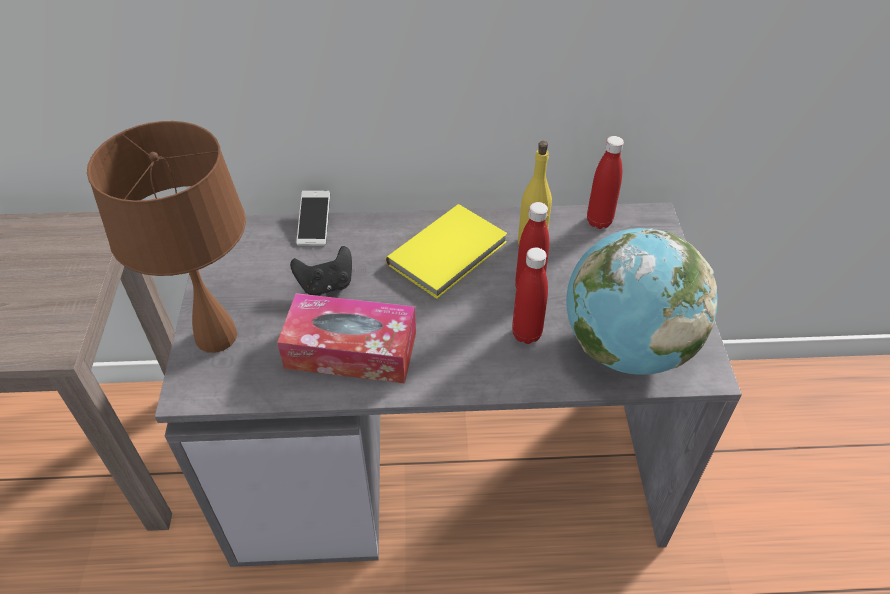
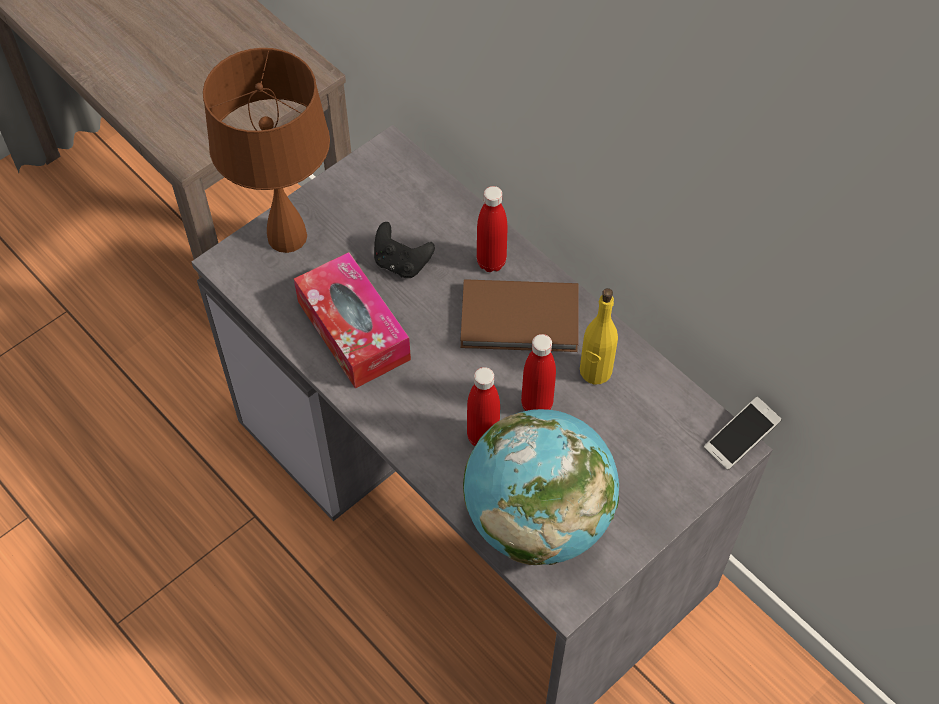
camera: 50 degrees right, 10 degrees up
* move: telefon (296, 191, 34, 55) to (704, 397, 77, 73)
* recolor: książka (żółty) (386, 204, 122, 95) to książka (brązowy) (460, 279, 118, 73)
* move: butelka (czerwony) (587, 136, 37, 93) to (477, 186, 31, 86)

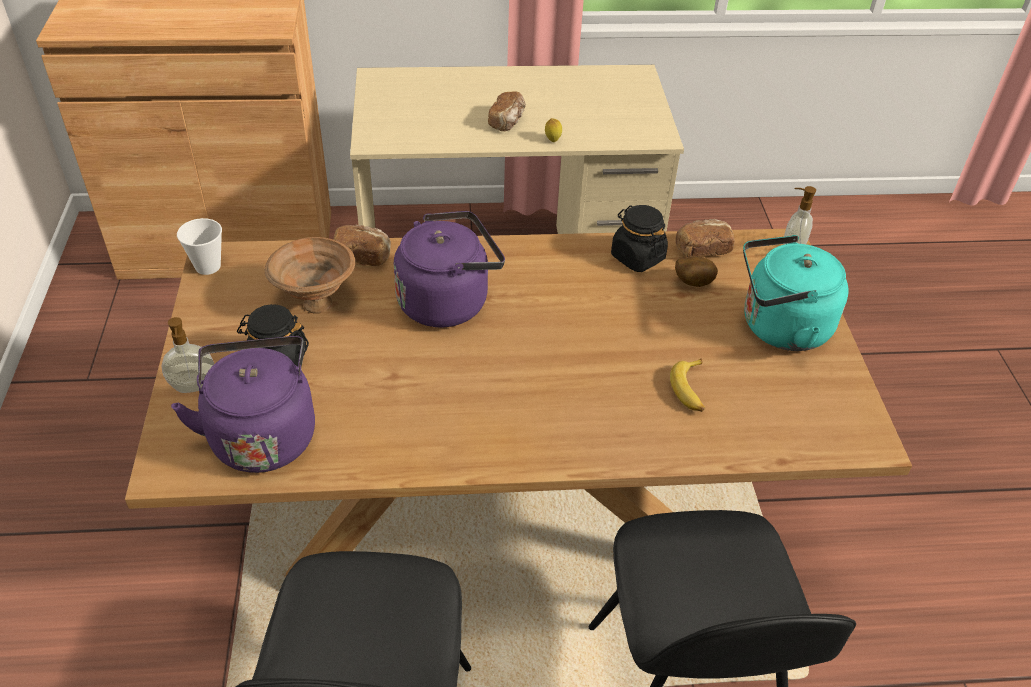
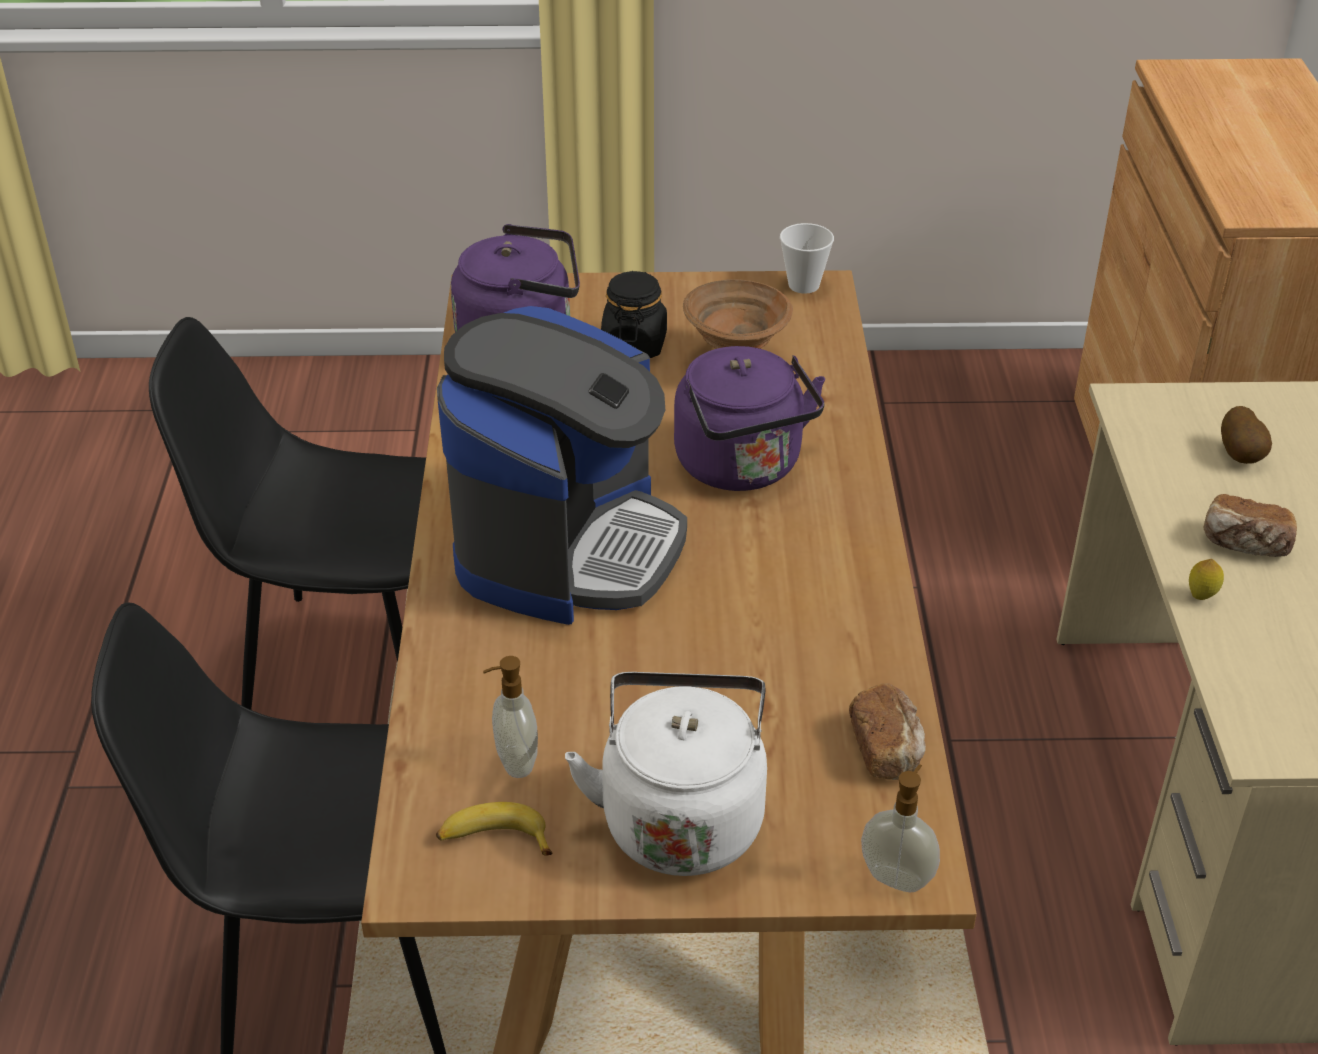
camera: 95 degrees right, 5 degrees down
* move: dozownik mydła (162, 317, 52, 76) to (483, 656, 55, 122)
* delete: chleb (333, 225, 58, 41)
* delete: słoik (czarny) (611, 205, 57, 67)
* move: banan (670, 359, 35, 53) to (436, 802, 116, 54)
* move: ziemniak (675, 256, 43, 31) to (1221, 406, 51, 58)
* recolor: czajnik (turkusowy) (743, 235, 106, 116) to czajnik (biały) (565, 672, 202, 204)
* insert: ekspres do kawy (437, 306, 250, 319)

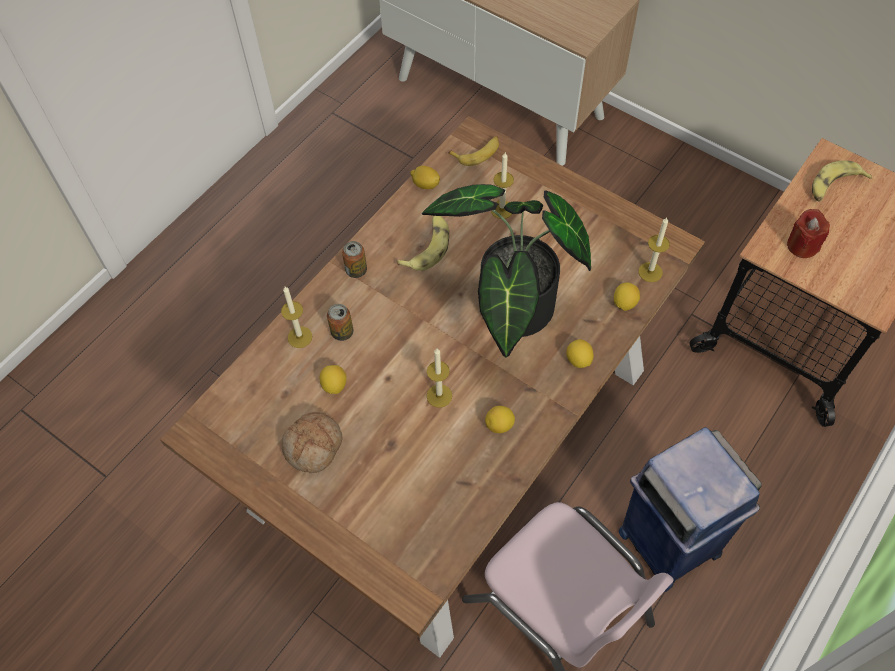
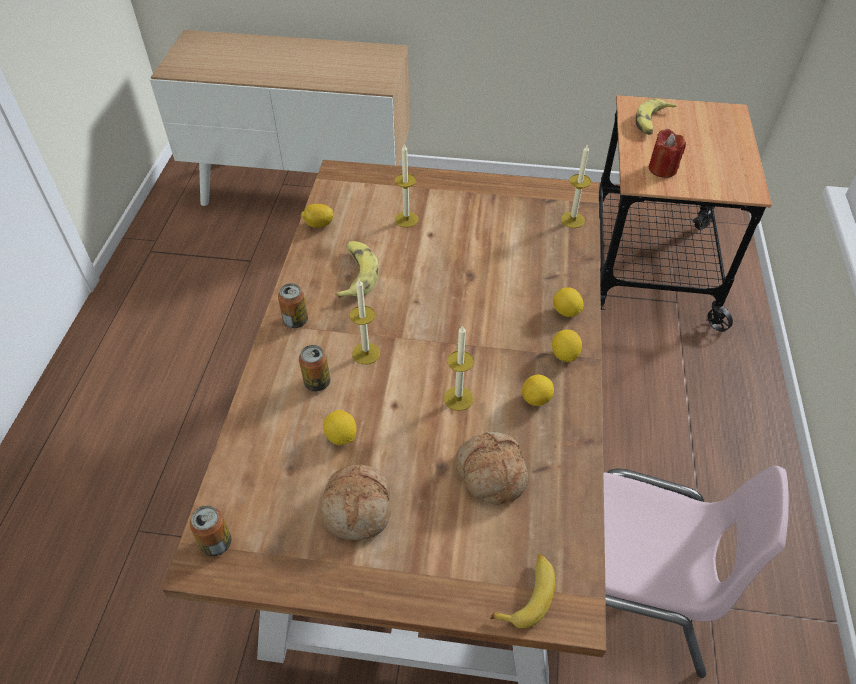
camera: 30 degrees left, 10 degrees down
* move: świeca (281, 287, 31, 61) to (350, 279, 30, 86)
* delete: roślina doniczkowa (422, 184, 169, 174)
* move: banan (448, 136, 51, 30) to (490, 554, 65, 74)
* move: cytryna (614, 282, 26, 29) to (552, 330, 30, 32)
* delete: kosz na śmieci (niebieski) (619, 427, 143, 165)
* insert: puszka (190, 505, 42, 51)
* insert: chleb (455, 432, 73, 73)

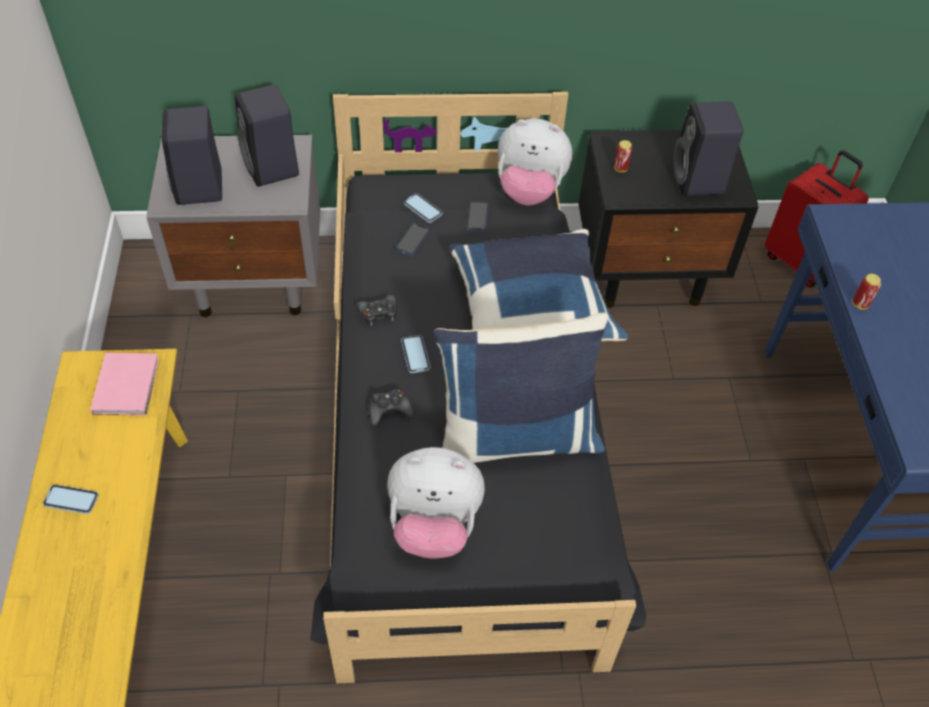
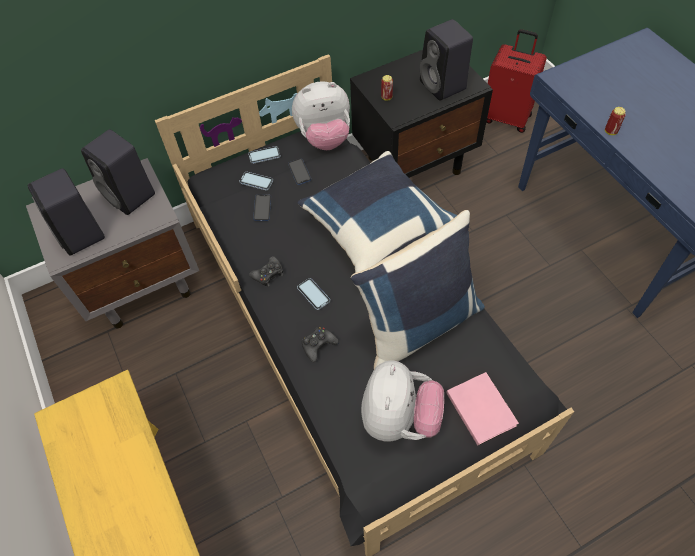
camera: 20 degrees left, 5 degrees up
* move: telefon (43, 484, 56, 30) to (248, 146, 33, 18)
* move: książka (różowy) (90, 353, 69, 62) to (446, 372, 73, 74)
* rotate: pluszak (387, 447, 98, 112) = (361, 360, 83, 82) 60 degrees counterclockwise

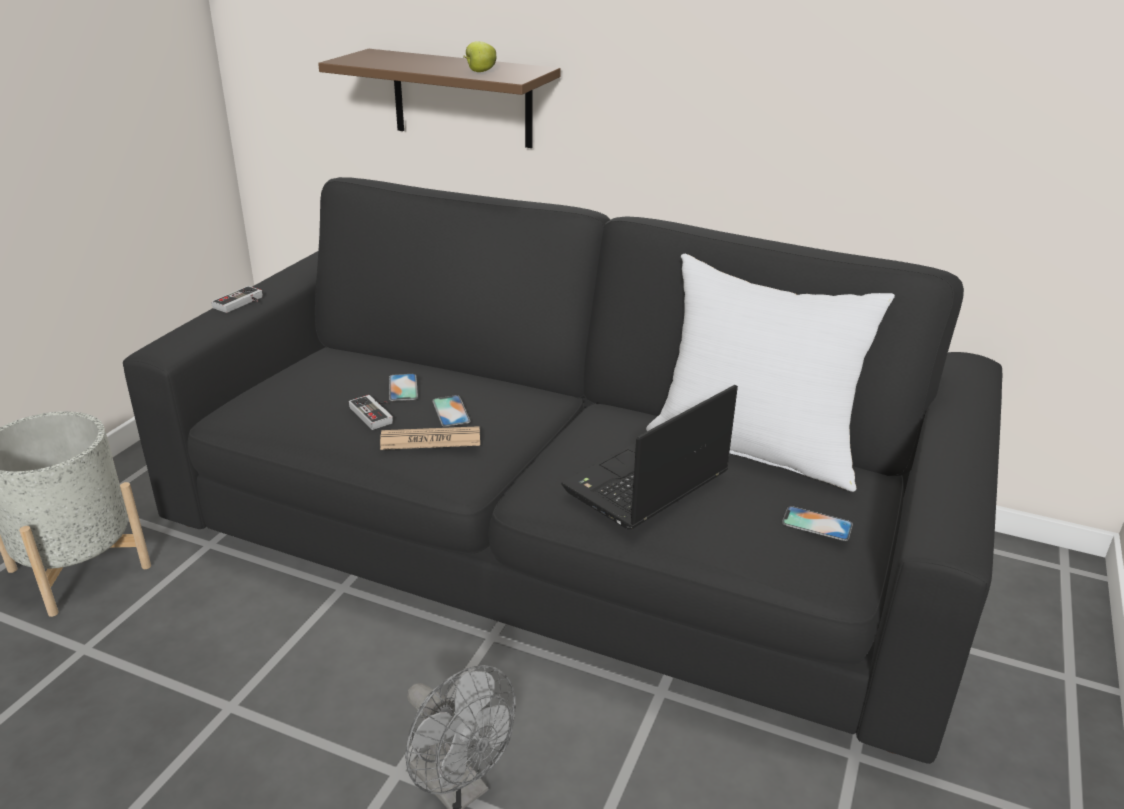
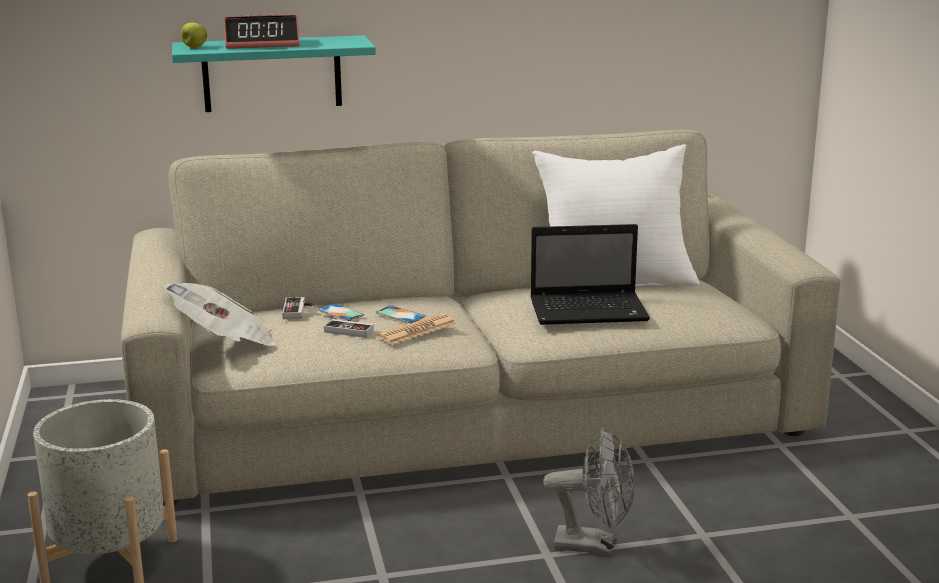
camera: 35 degrees left, 10 degrees down
* recolor: kanapa (czarny) (123, 177, 880, 587) to kanapa (beżowy) (121, 130, 720, 376)
* move: pad do gier (211, 286, 52, 27) to (282, 297, 31, 22)
* recolor: półka (brązowy) (318, 49, 243, 99) to półka (turkusowy) (172, 35, 204, 77)
* move: jabłko (463, 41, 33, 31) to (181, 23, 26, 25)
* rotate: laptop (561, 385, 177, 145) = (530, 224, 120, 101) 105 degrees counterclockwise
* delete: telefon (782, 506, 71, 35)
* insert: gazeta (163, 283, 113, 63)
* insert: budzik (224, 14, 76, 35)

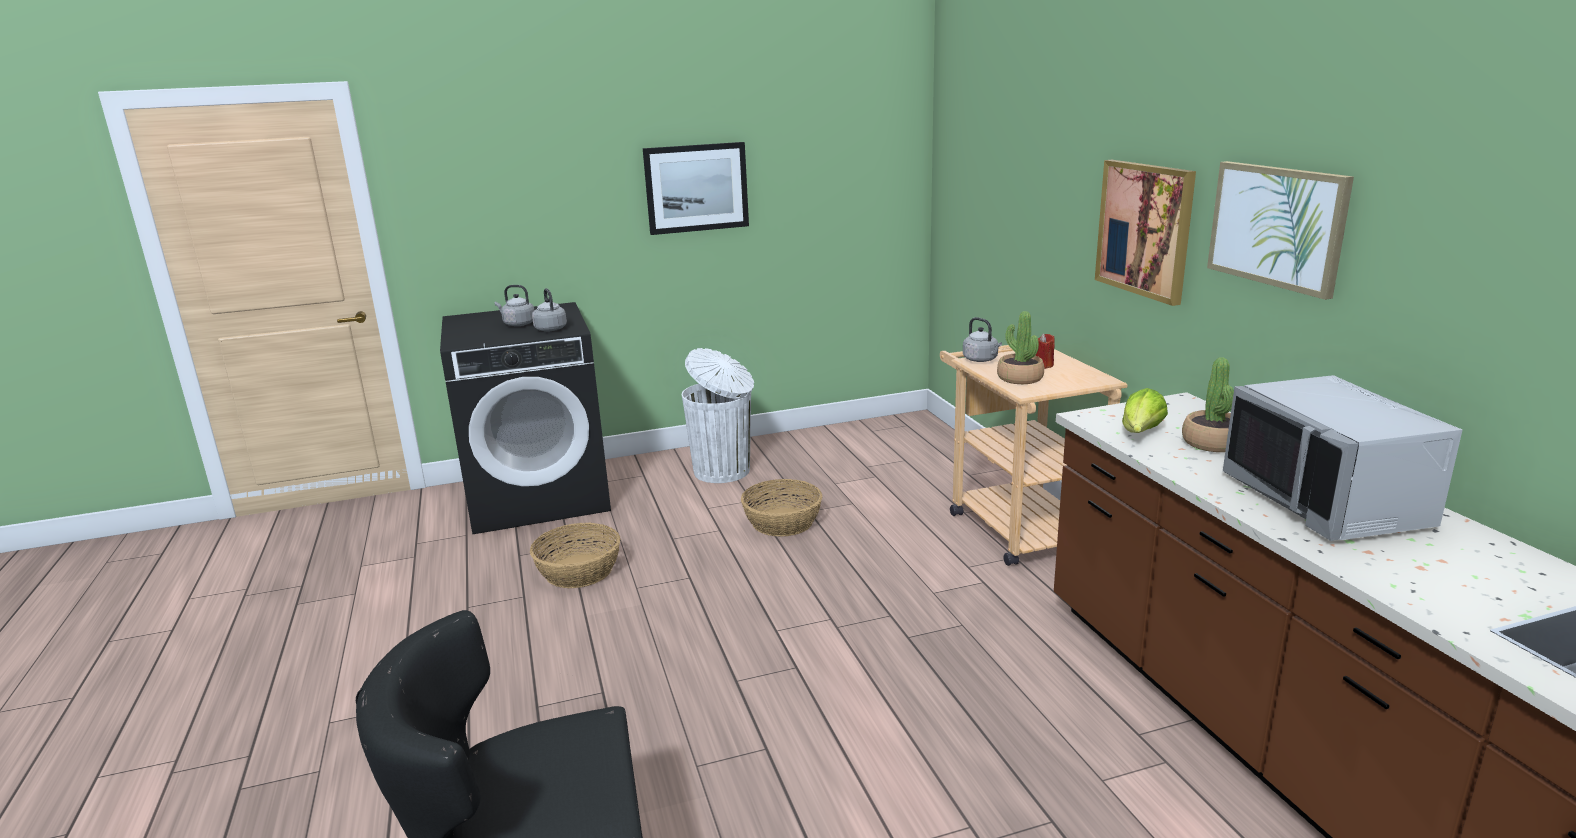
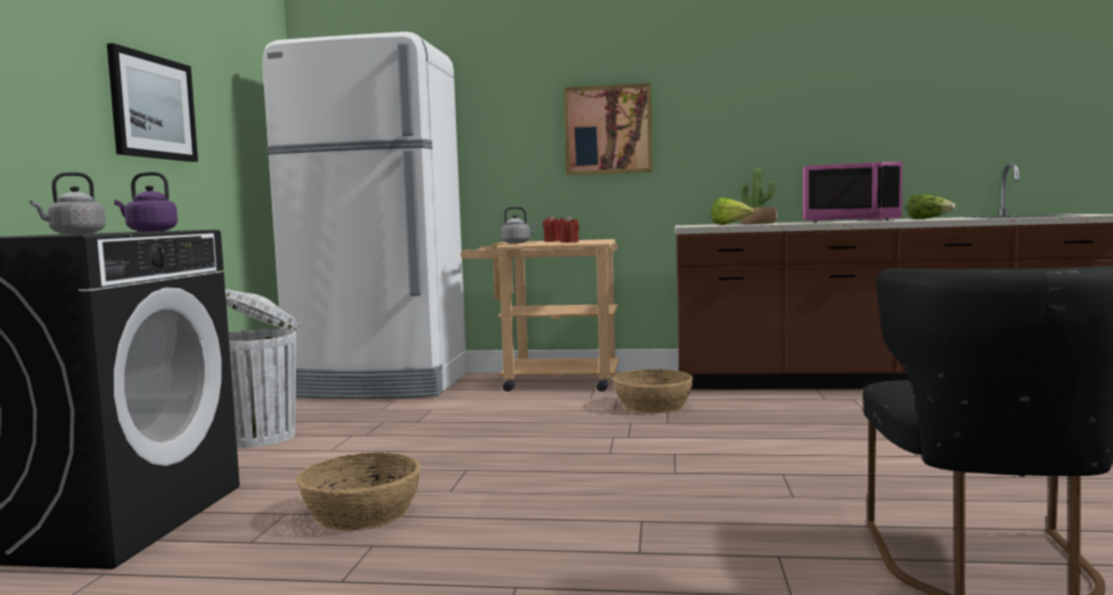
camera: 65 degrees left, 15 degrees down
* recolor: czajnik (szary) (532, 288, 35, 43) to czajnik (fioletowy) (114, 172, 64, 60)
* move: koszyk (741, 479, 81, 58) to (613, 369, 80, 44)
* replace: roślina doniczkowa (997, 311, 47, 73) to świeca (czerwony) (560, 215, 19, 28)
* delete: obraz (1207, 161, 147, 139)
* recolor: mikrofalówka (szary) (1223, 375, 239, 166) to mikrofalówka (różowy) (803, 162, 100, 60)
* insert: lodówka (biały) (262, 32, 205, 367)
* insert: sałata (907, 194, 48, 25)

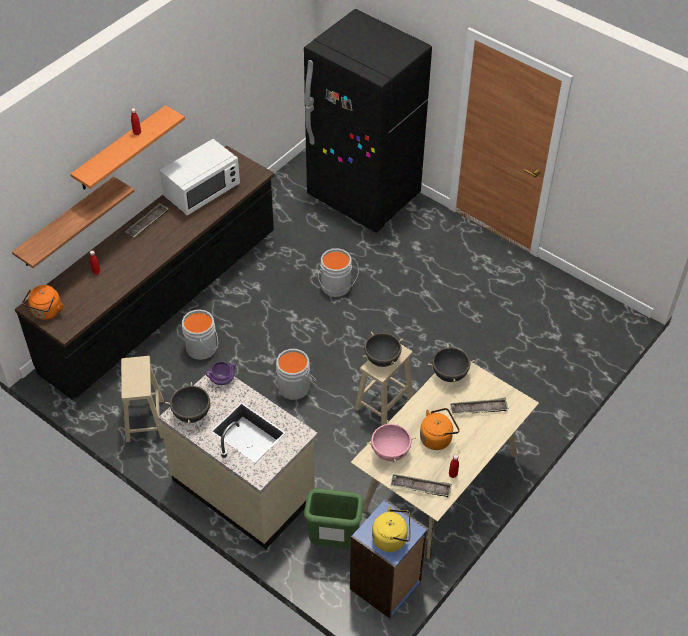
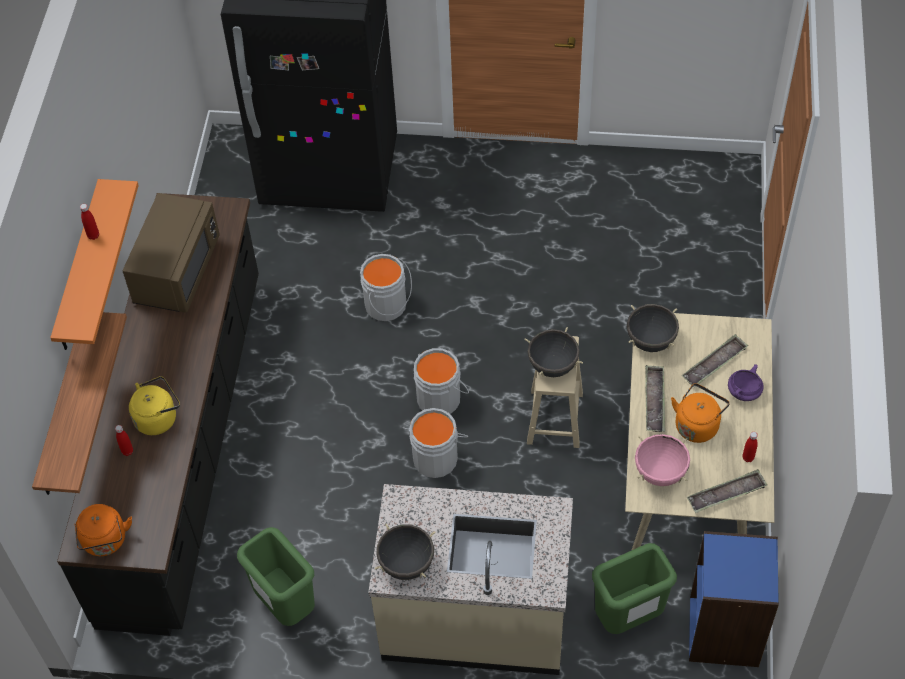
camera: 30 degrees left, 5 degrees up
* replace: stołek (beżowy) (121, 356, 43, 86) to kosz na śmieci (zielony) (237, 527, 78, 99)
* move: taca (125, 203, 44, 35) to (645, 365, 20, 67)
* recolor: mikrofalówka (biały) (159, 139, 81, 76) to mikrofalówka (brązowy) (122, 193, 98, 120)
* move: wiadro (szary) (182, 309, 36, 51) to (414, 348, 55, 66)
* move: garnek (fioletowy) (206, 362, 30, 23) to (728, 364, 36, 37)
* move: czajnik (żółty) (372, 506, 39, 46) to (129, 376, 51, 59)

